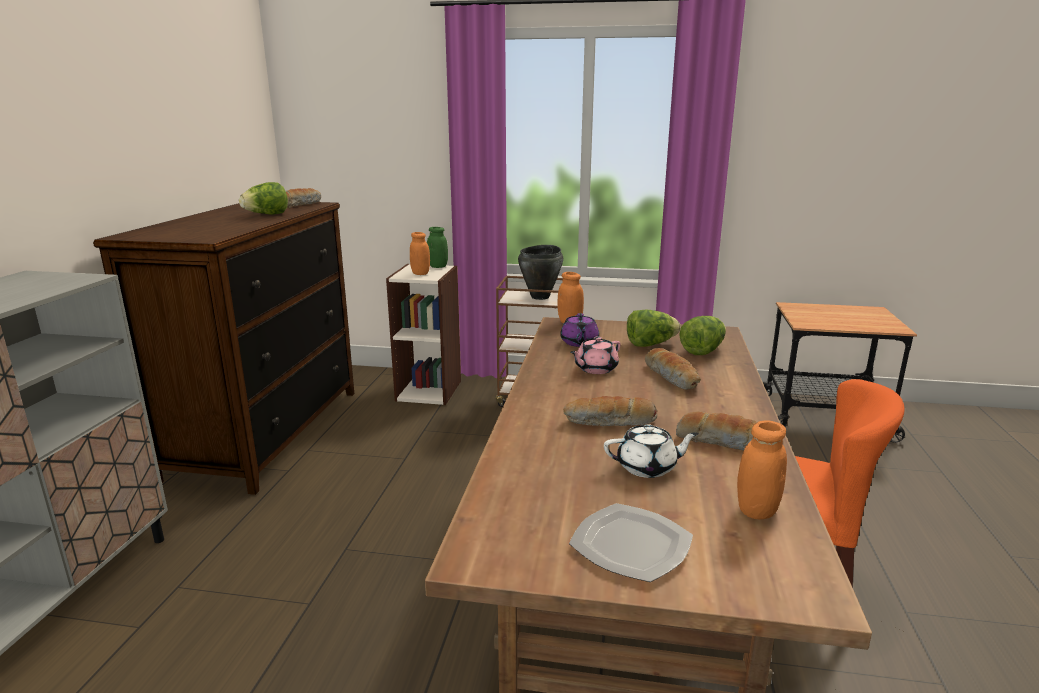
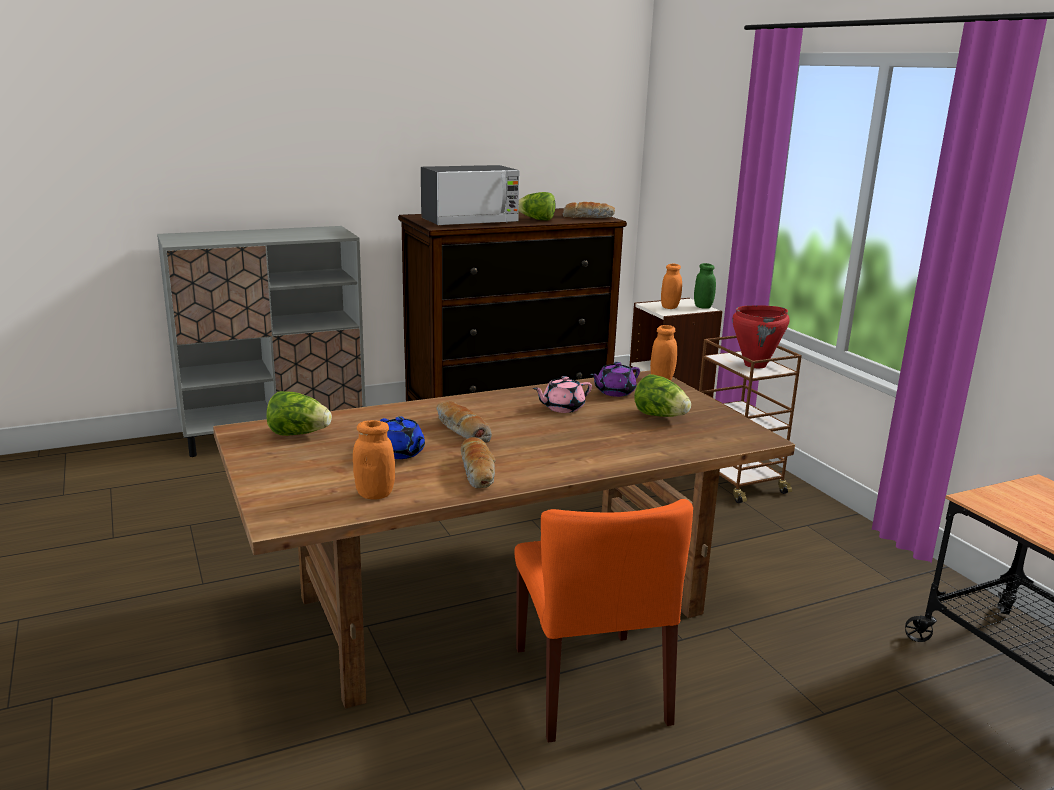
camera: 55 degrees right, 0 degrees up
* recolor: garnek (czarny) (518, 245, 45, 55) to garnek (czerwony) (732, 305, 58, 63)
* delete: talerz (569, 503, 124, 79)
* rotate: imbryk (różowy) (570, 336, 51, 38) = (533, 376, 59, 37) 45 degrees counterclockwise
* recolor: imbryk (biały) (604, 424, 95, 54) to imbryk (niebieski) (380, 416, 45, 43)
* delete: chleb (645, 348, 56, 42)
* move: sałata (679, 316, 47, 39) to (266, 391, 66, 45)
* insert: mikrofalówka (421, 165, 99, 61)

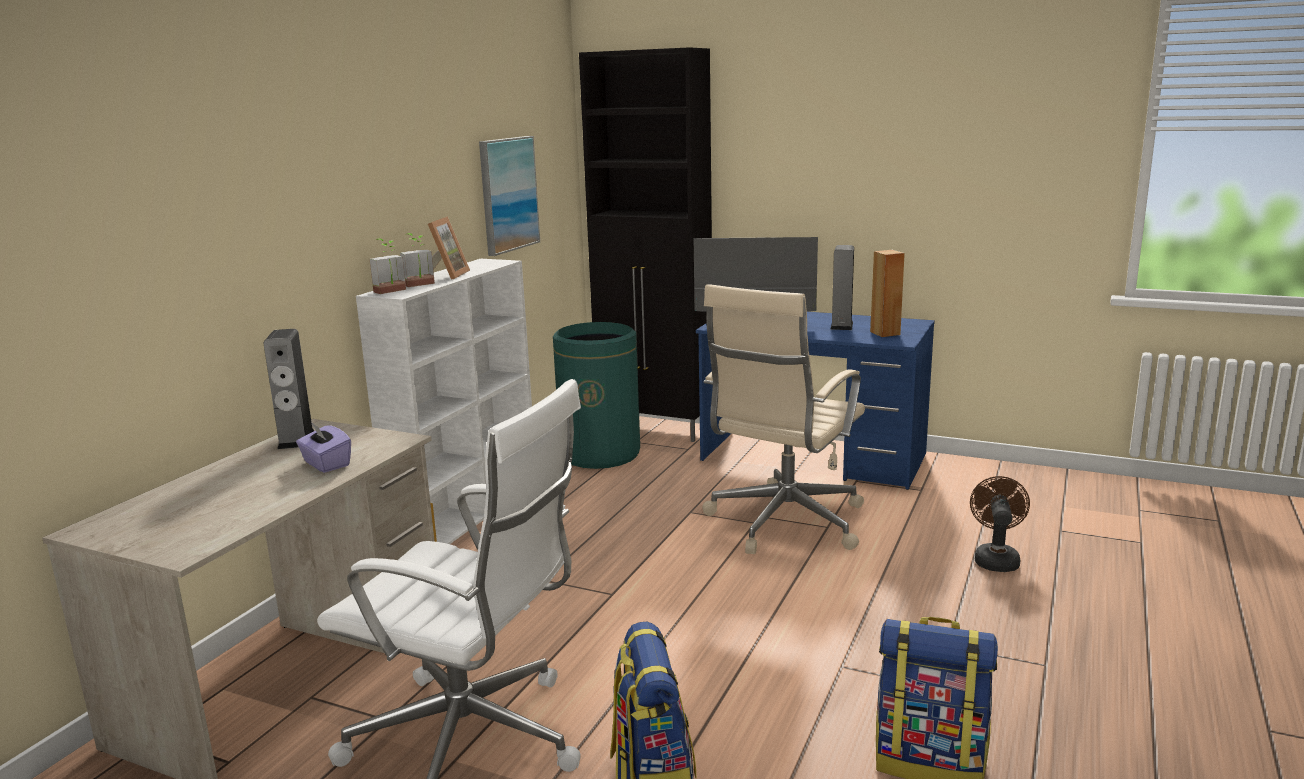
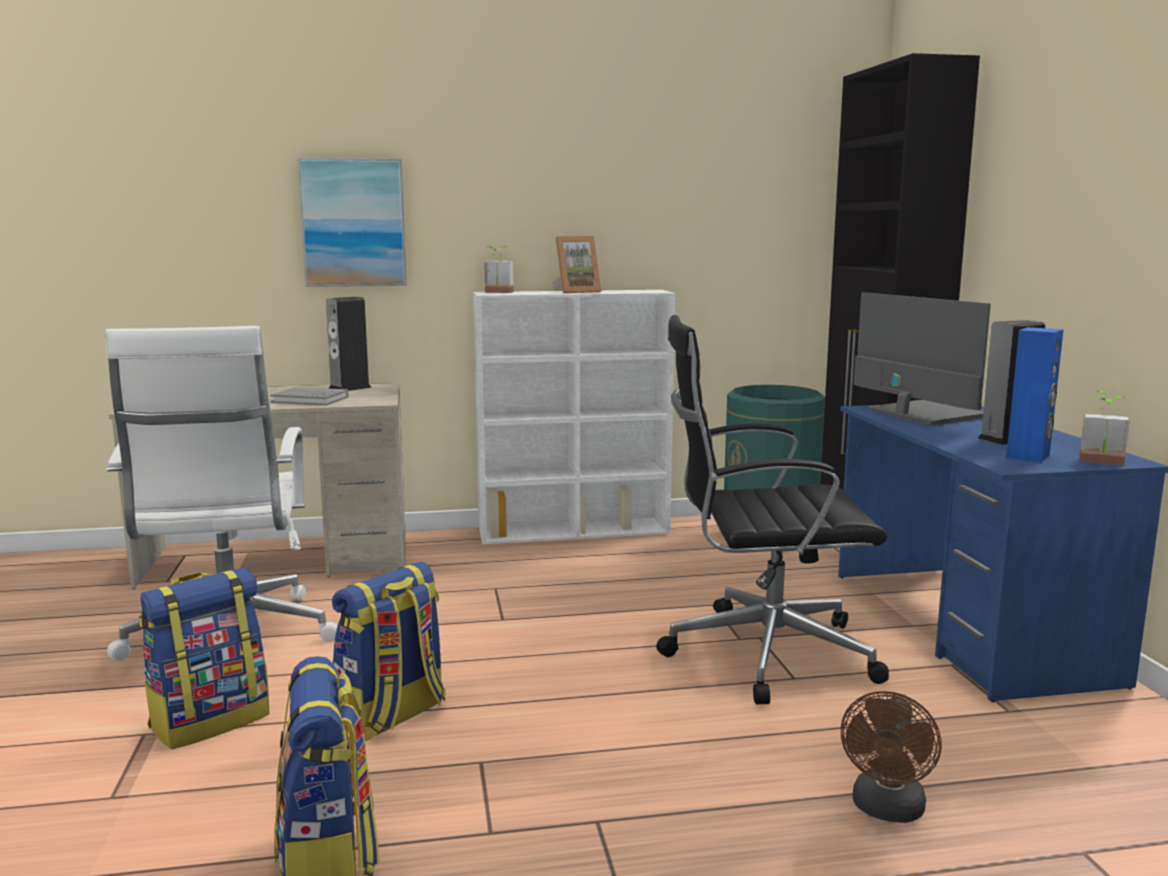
camera: 55 degrees right, 5 degrees down
* replace: pudełko chusteczek (fioletowy) (296, 422, 55, 51) to książka (szary) (270, 387, 79, 19)
* move: roślina doniczkowa (400, 233, 35, 54) to (1079, 390, 51, 75)
* move: obraz (479, 136, 61, 120) to (297, 158, 110, 129)
* recolor: krzesło biurowe (beżowy) (702, 284, 163, 270) to krzesło biurowe (czarny) (656, 315, 233, 389)
* recolor: głośnik (brązowy) (870, 250, 35, 87) to głośnik (niebieski) (1006, 327, 58, 136)
* rotate: wentylator (brązowy) (970, 476, 60, 96) = (841, 691, 101, 132) 135 degrees clockwise
* insert: plecak (332, 562, 113, 179)

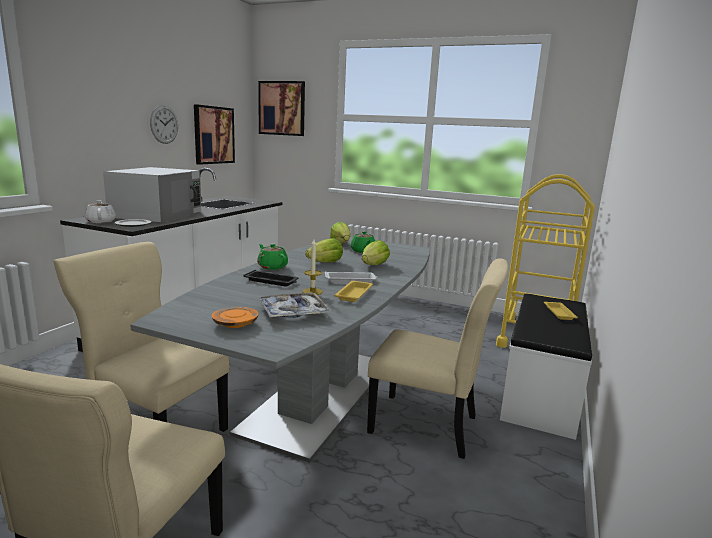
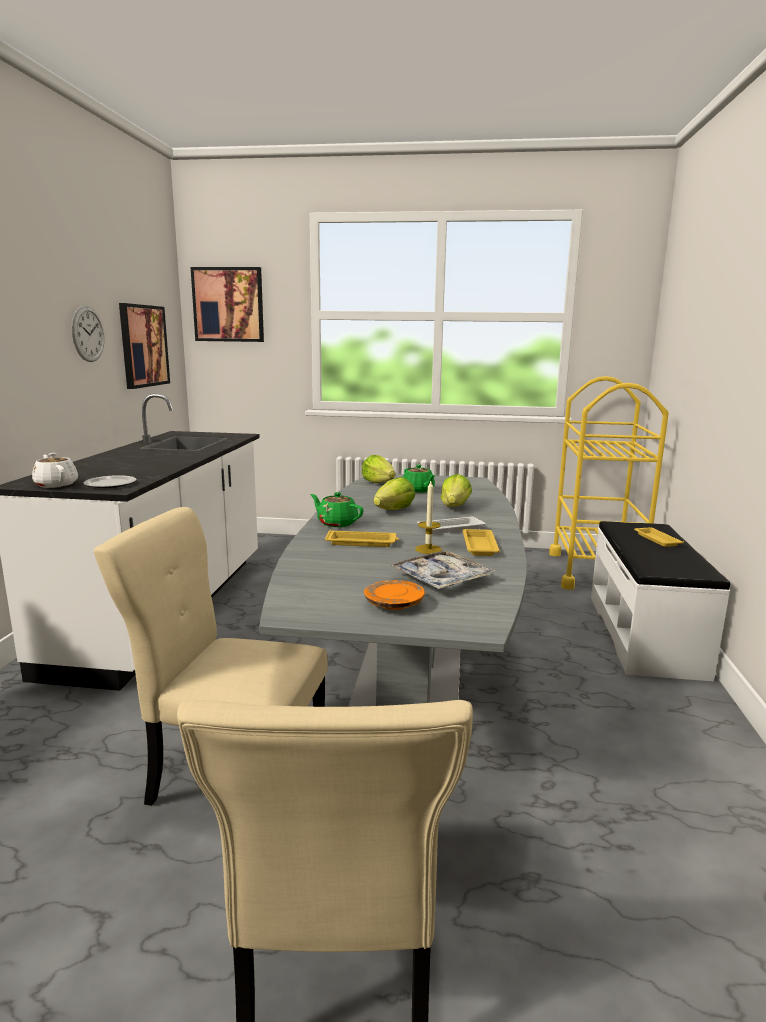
camera: 15 degrees left, 0 degrees up
* delete: mikrofalówka (biały) (103, 167, 98, 56)
* recolor: taca (czarny) (243, 270, 55, 17) to taca (żółty) (325, 530, 74, 17)
* delete: krzesło (beżowy) (367, 258, 141, 201)

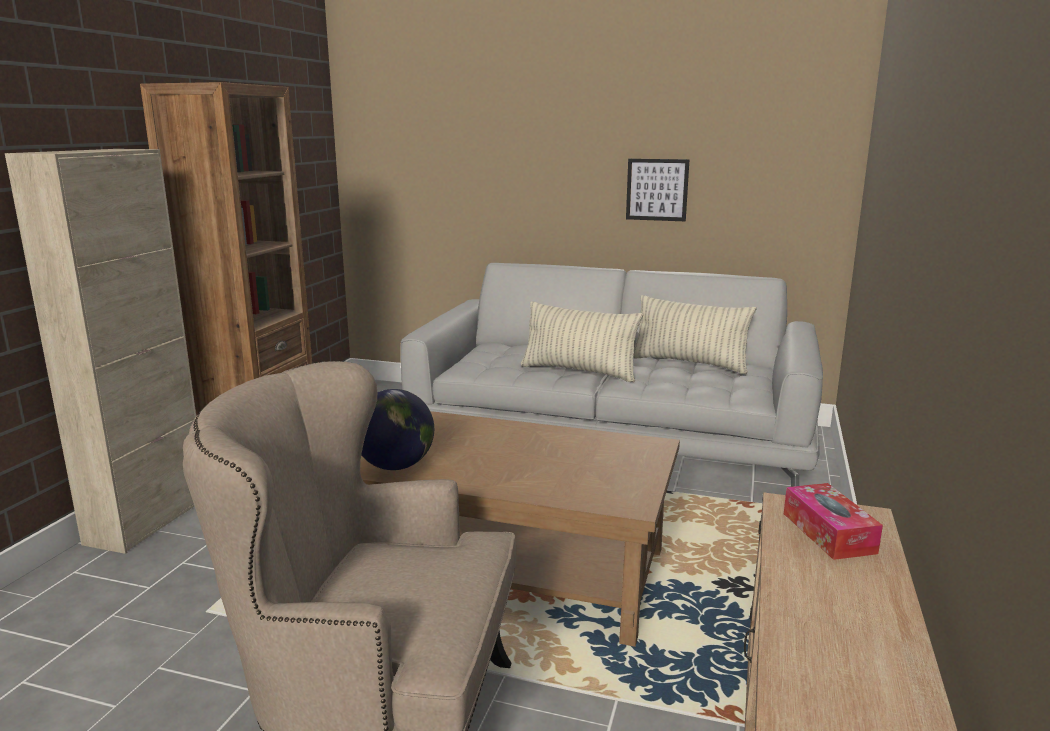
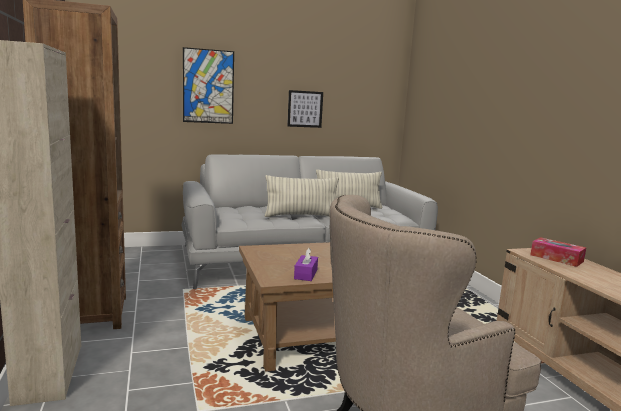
camera: 35 degrees left, 5 degrees down
* replace: globus (361, 389, 73, 81) to pudełko chusteczek (fioletowy) (294, 248, 24, 33)
* insert: obraz (183, 47, 51, 77)

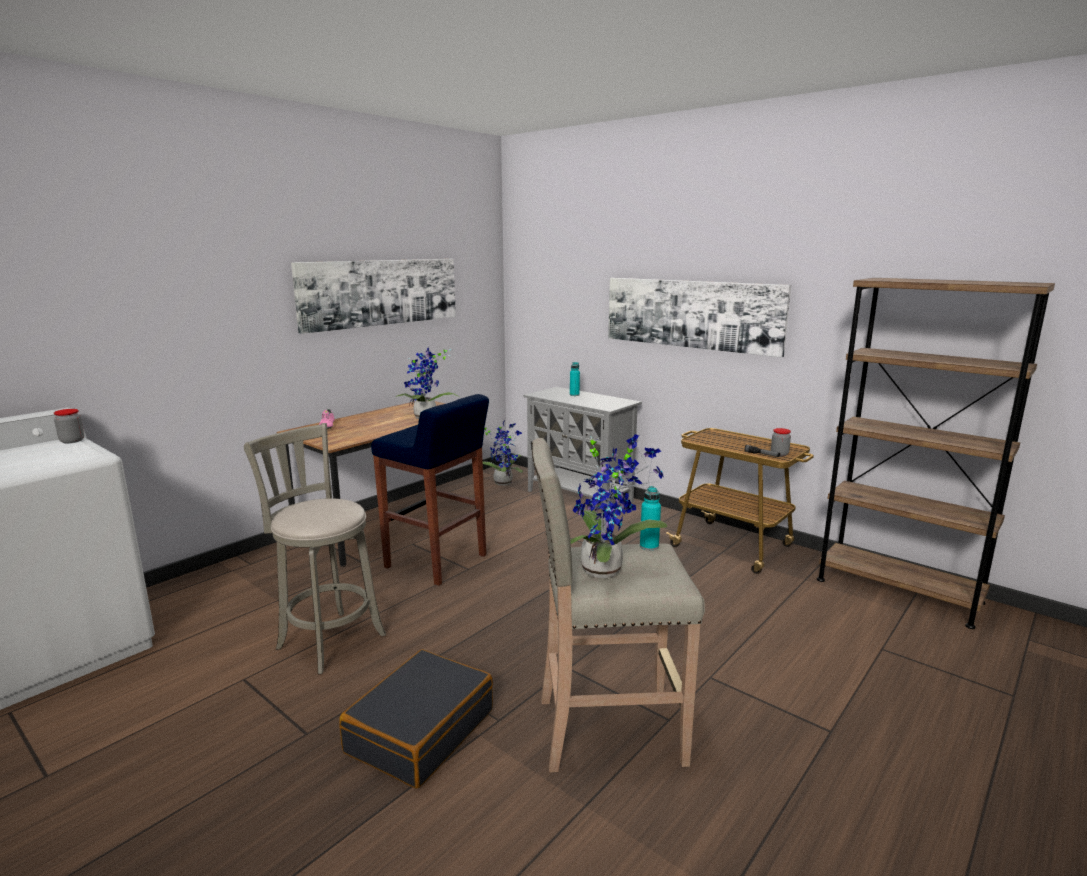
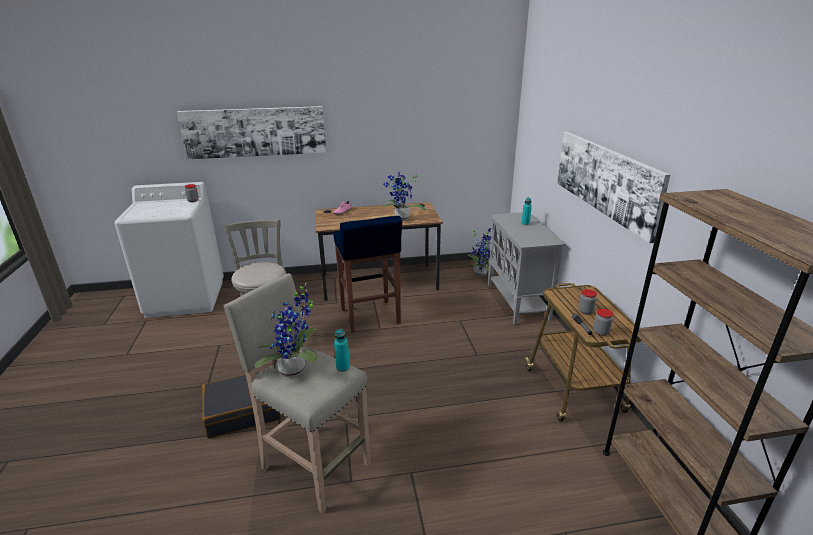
camera: 40 degrees right, 10 degrees up
* move: obraz (291, 259, 165, 75) to (177, 106, 149, 53)
* insert: słoik (579, 289, 18, 26)

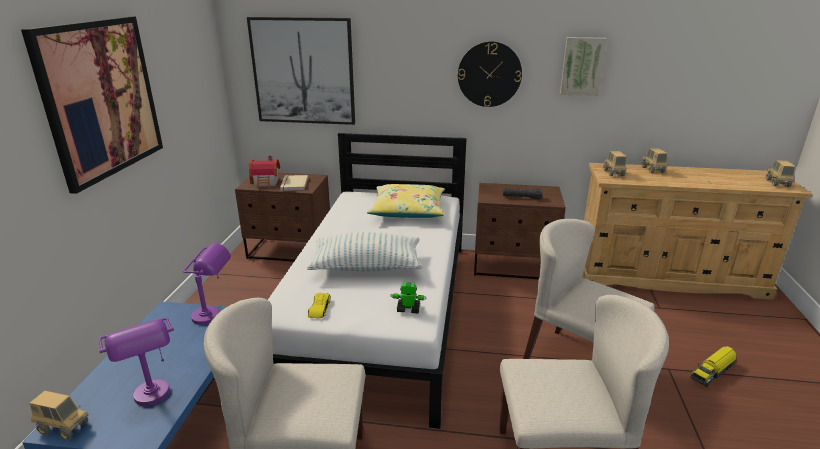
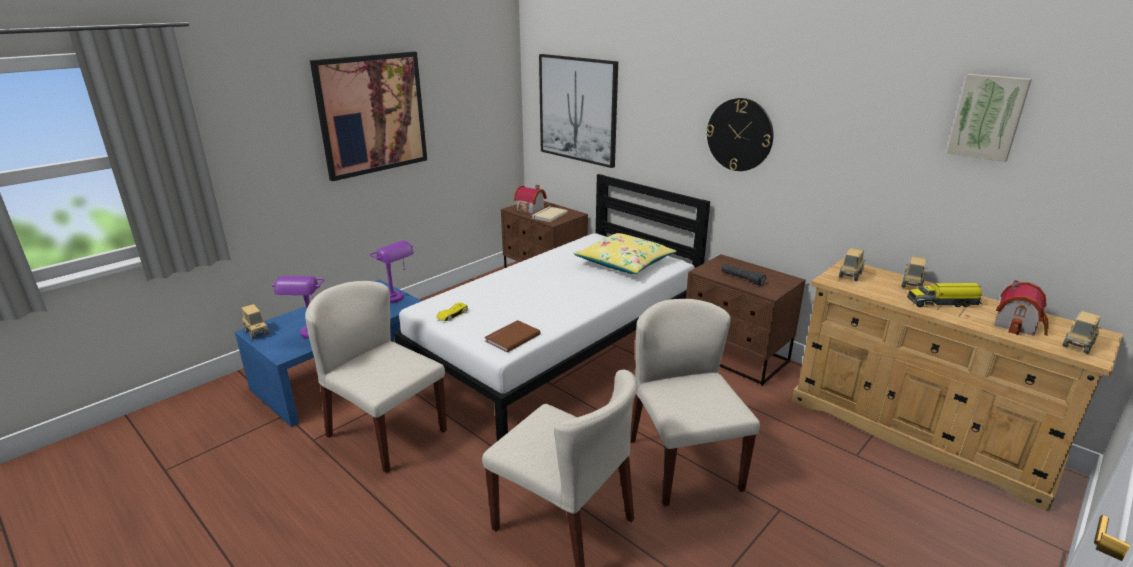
camera: 35 degrees right, 0 degrees up
* delete: poduszka (307, 232, 116, 39)
* replace: robot zabawkowy (391, 282, 36, 32) to książka (brązowy) (485, 320, 56, 33)
* move: obraz (560, 37, 47, 59) to (947, 74, 85, 88)
* move: ciężarówka zabawkowa (691, 346, 46, 41) to (907, 283, 75, 24)
* insert: domek (994, 280, 55, 56)

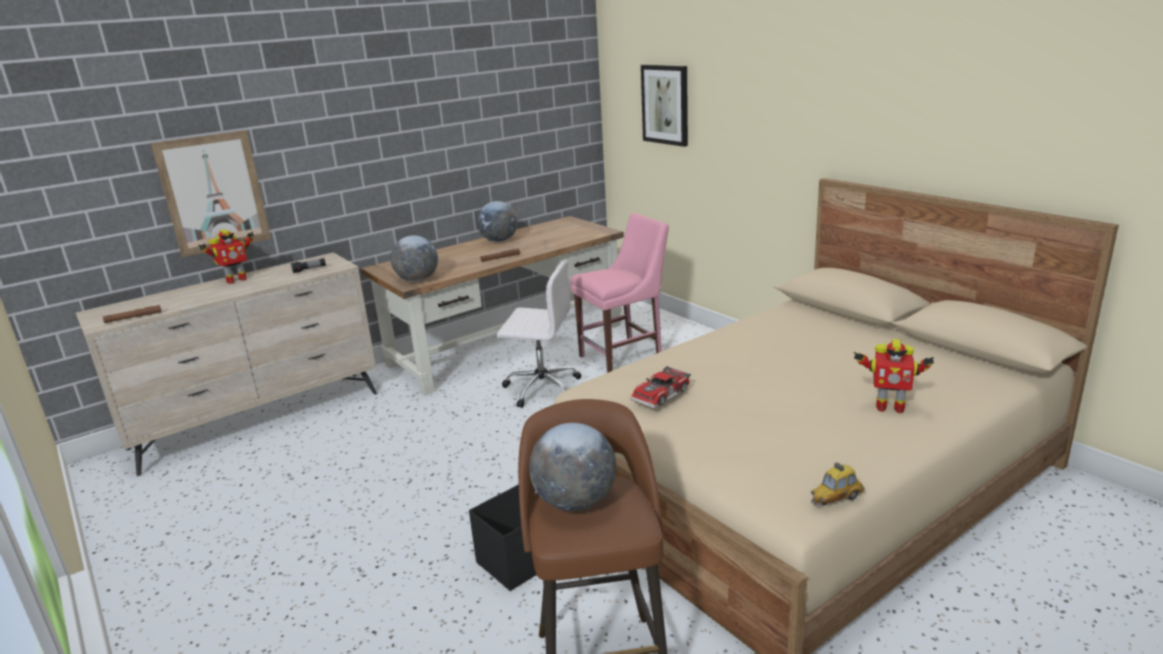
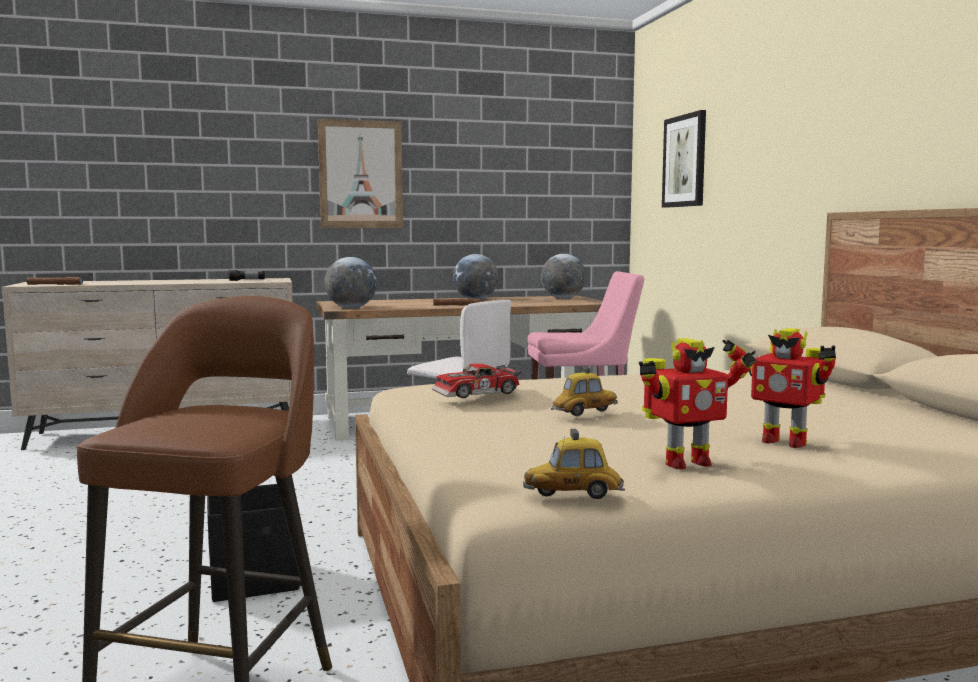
camera: 20 degrees right, 15 degrees down
* move: obraz (151, 130, 120, 127) to (318, 119, 85, 109)
* move: robot zabawkowy (198, 229, 57, 55) to (639, 338, 118, 132)
* move: globus (529, 423, 87, 88) to (541, 254, 45, 45)
* insert: samochodzik (551, 366, 67, 50)

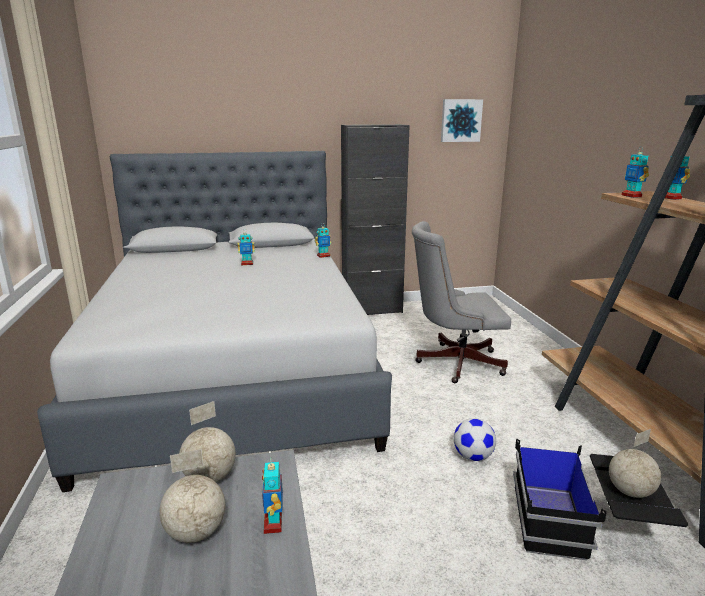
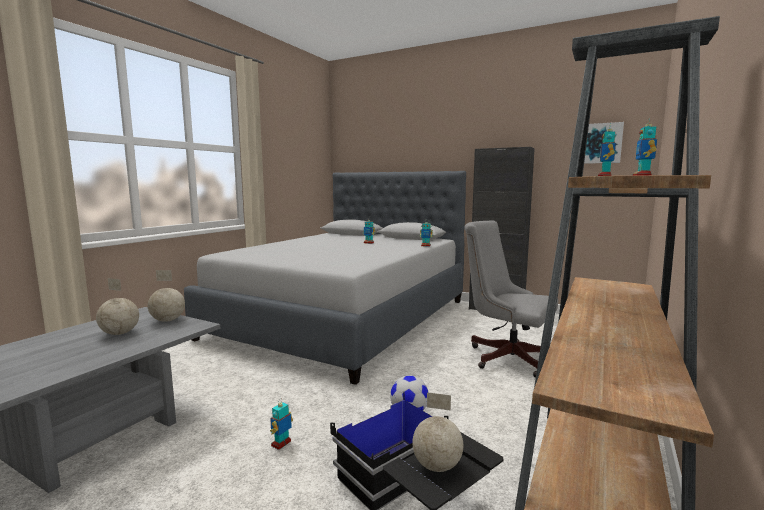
camera: 40 degrees right, 10 degrees down
* move: robot zabawkowy (262, 462, 21, 72) to (270, 398, 23, 52)

